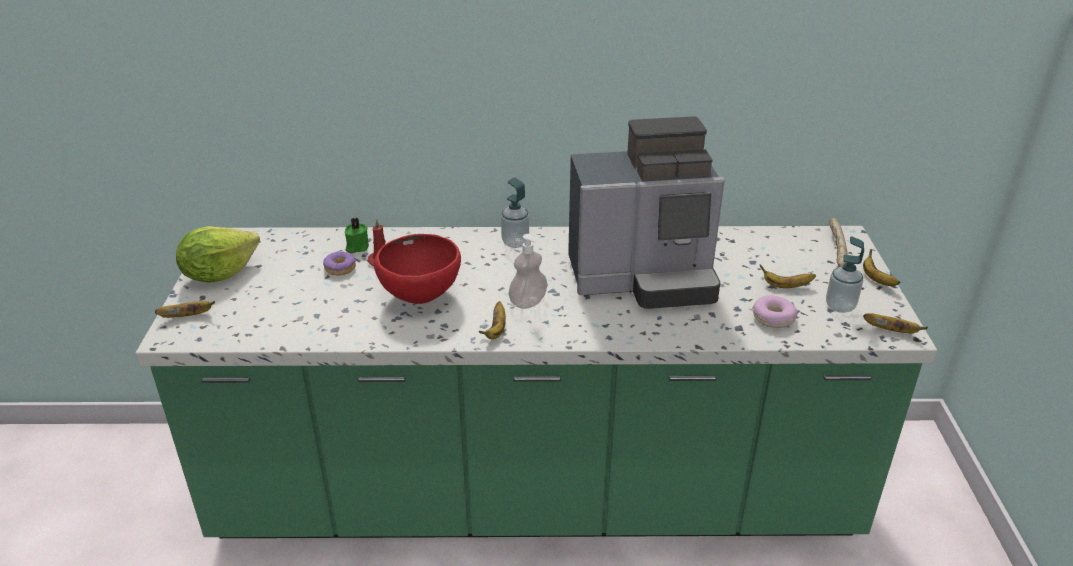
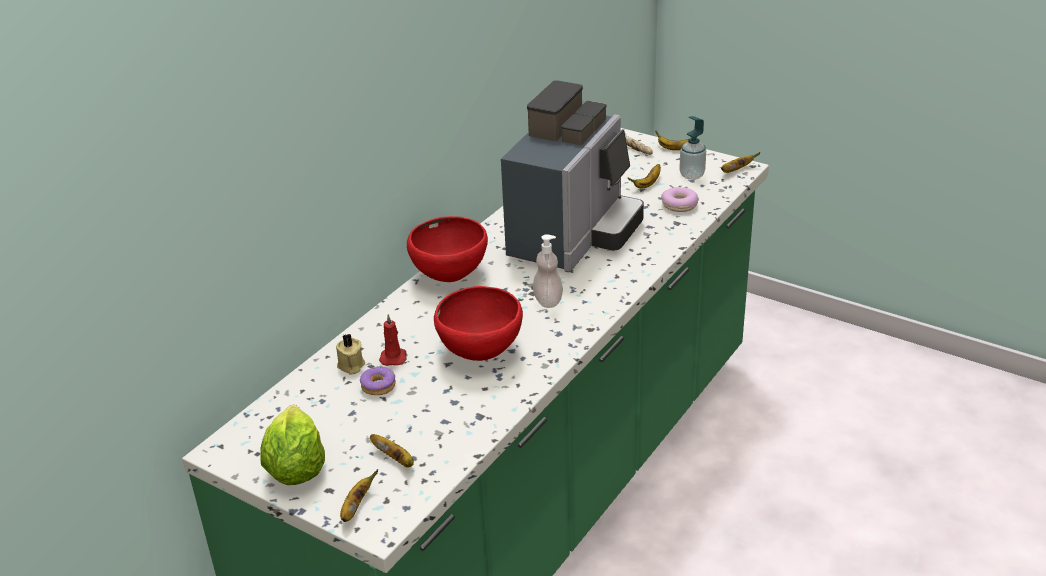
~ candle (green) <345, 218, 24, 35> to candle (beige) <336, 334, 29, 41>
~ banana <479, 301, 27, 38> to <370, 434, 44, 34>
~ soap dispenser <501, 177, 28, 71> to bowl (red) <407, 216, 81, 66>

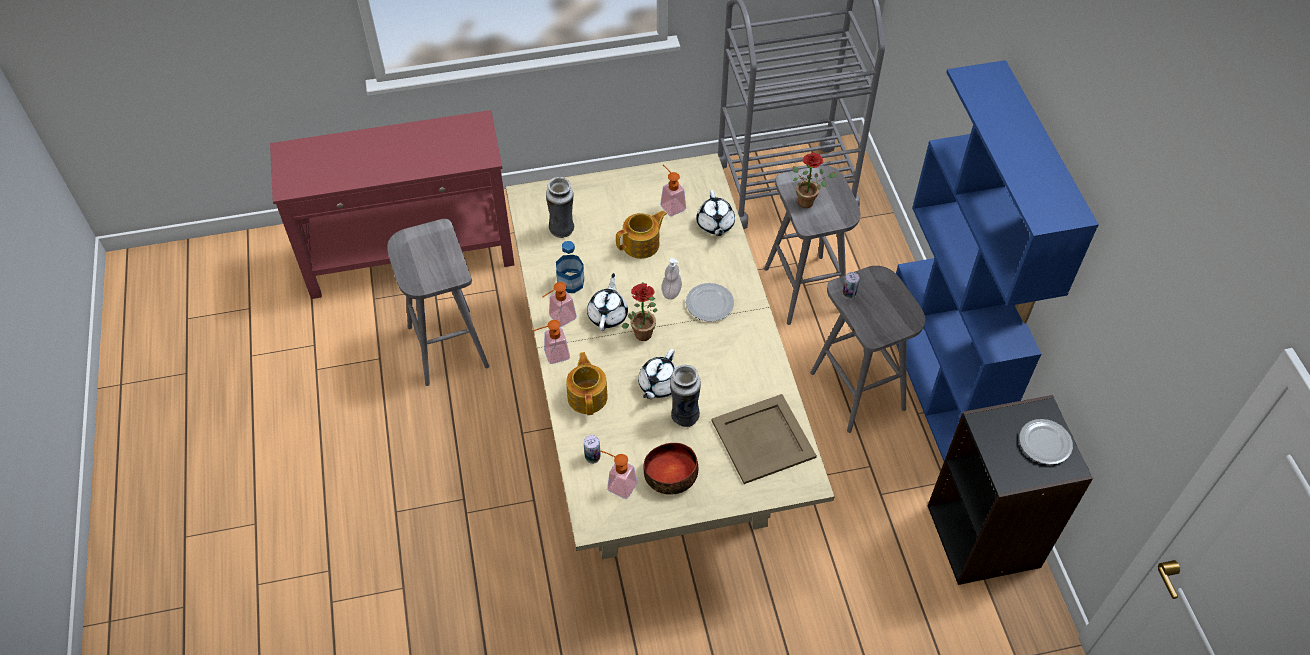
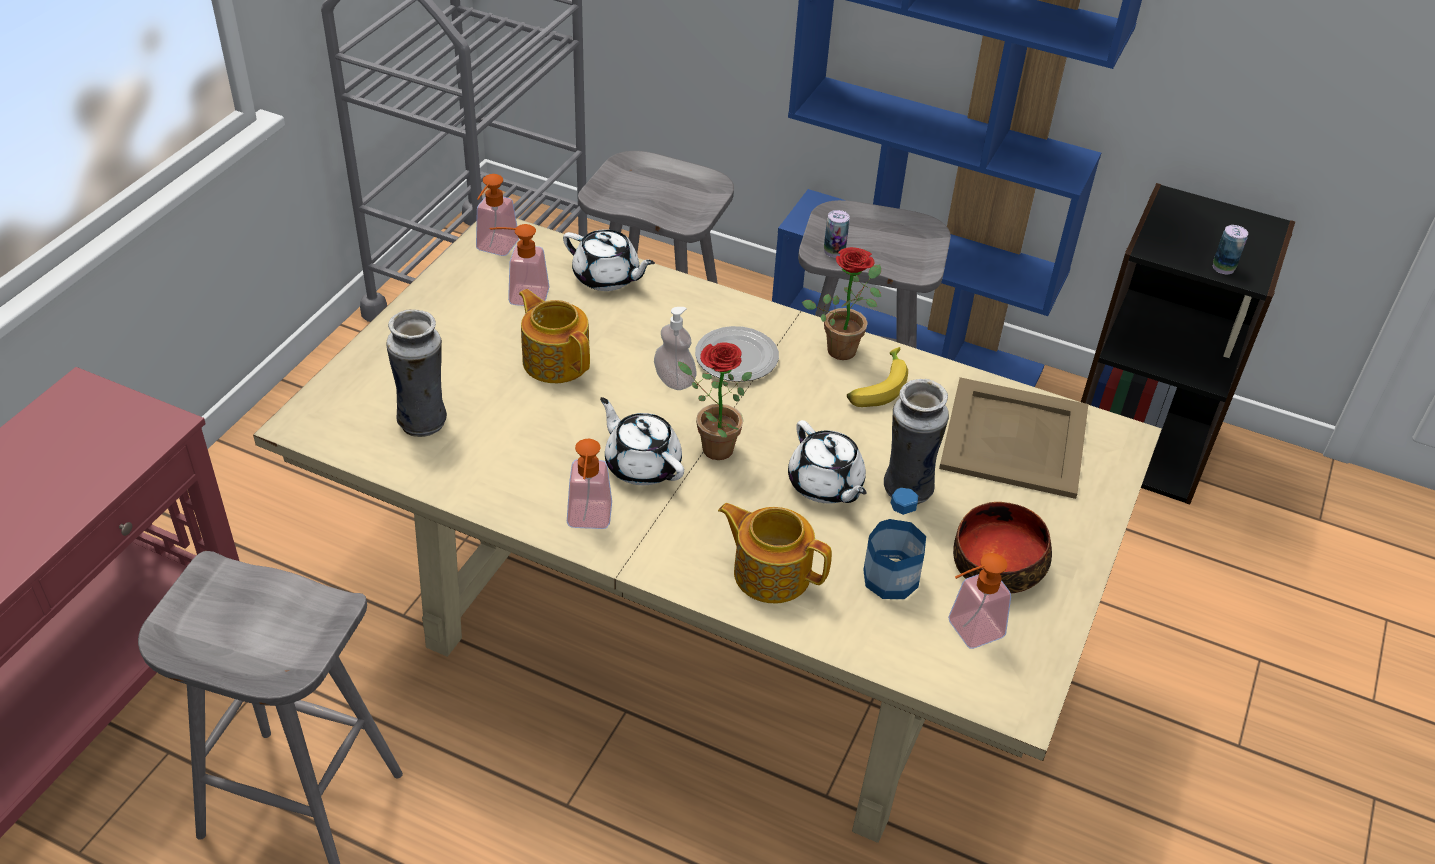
~ soap dispenser <533, 320, 37, 44> to <476, 174, 43, 82>
~ teapot <616, 211, 51, 48> = <519, 289, 71, 94> 45 degrees counterclockwise
~ potted plant <793, 153, 44, 55> to <802, 247, 79, 113>
+ banana <847, 347, 61, 60>
~ bottle <556, 241, 28, 52> to <863, 488, 63, 111>
~ can <584, 435, 17, 29> to <1213, 225, 35, 49>
- plate <1019, 419, 54, 46>

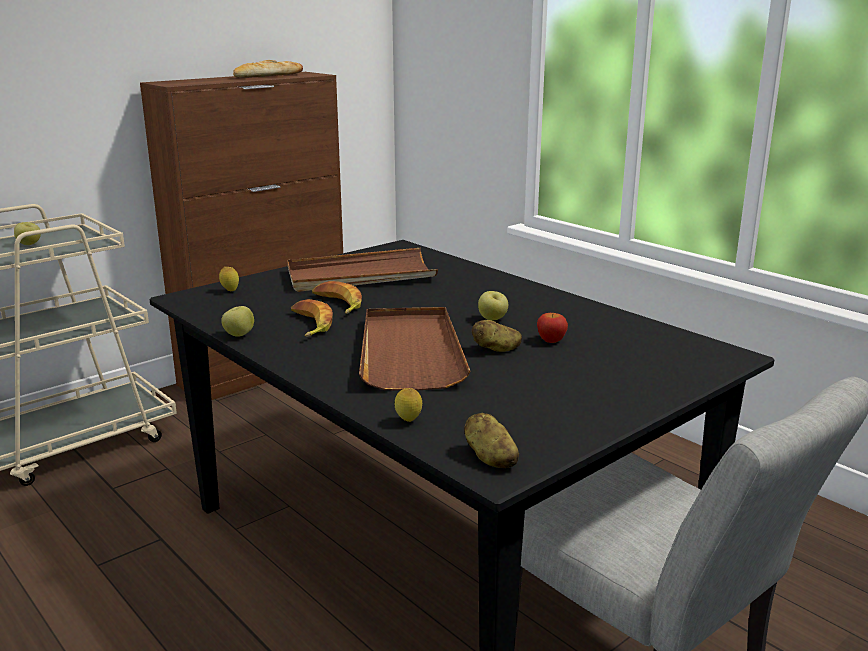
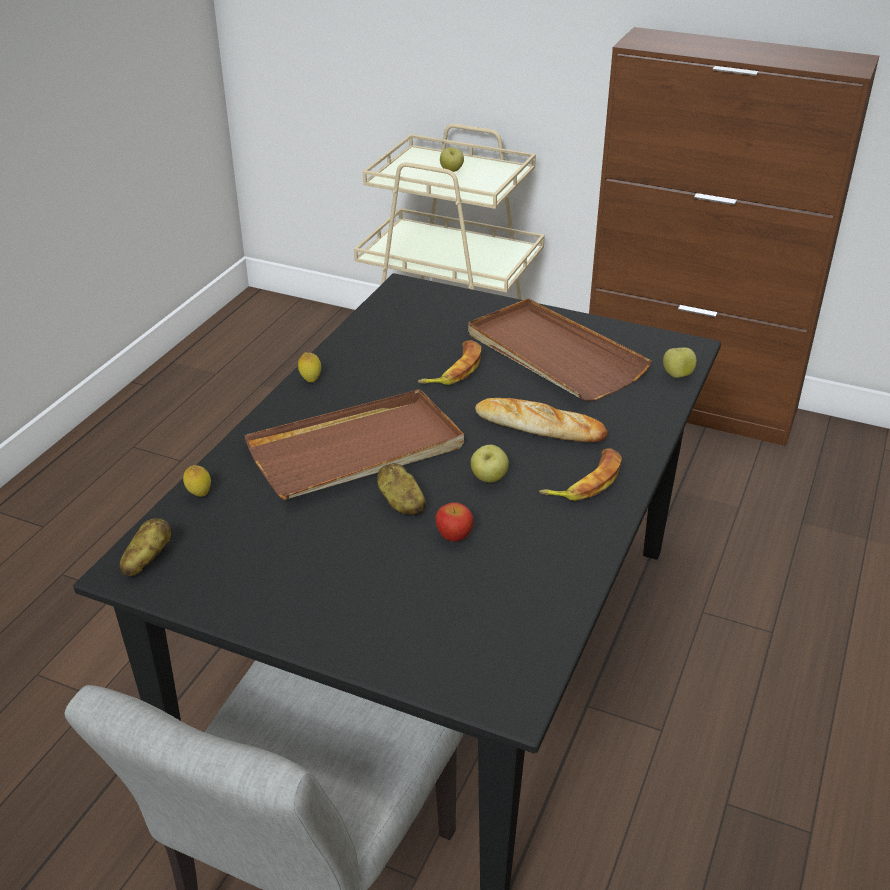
~ lemon <219, 267, 20, 24> to <298, 352, 23, 31>
~ bread <233, 60, 70, 18> to <475, 398, 133, 44>
~ banana <291, 299, 42, 38> to <539, 448, 83, 53>
~ apple <221, 306, 33, 31> to <663, 348, 34, 30>

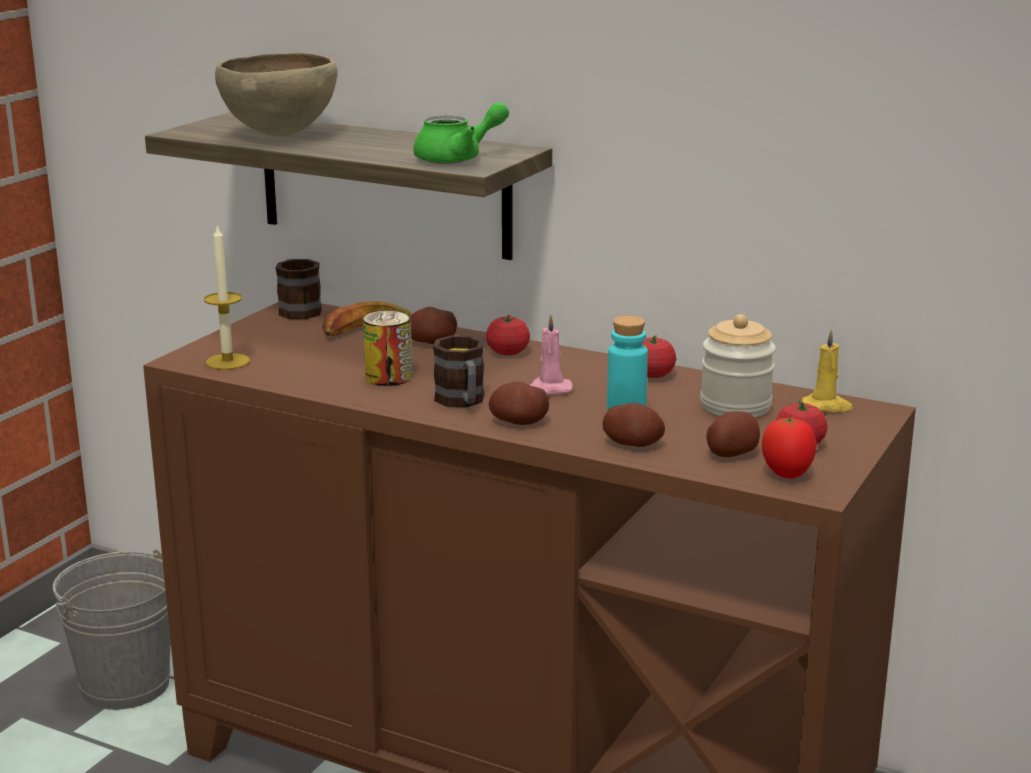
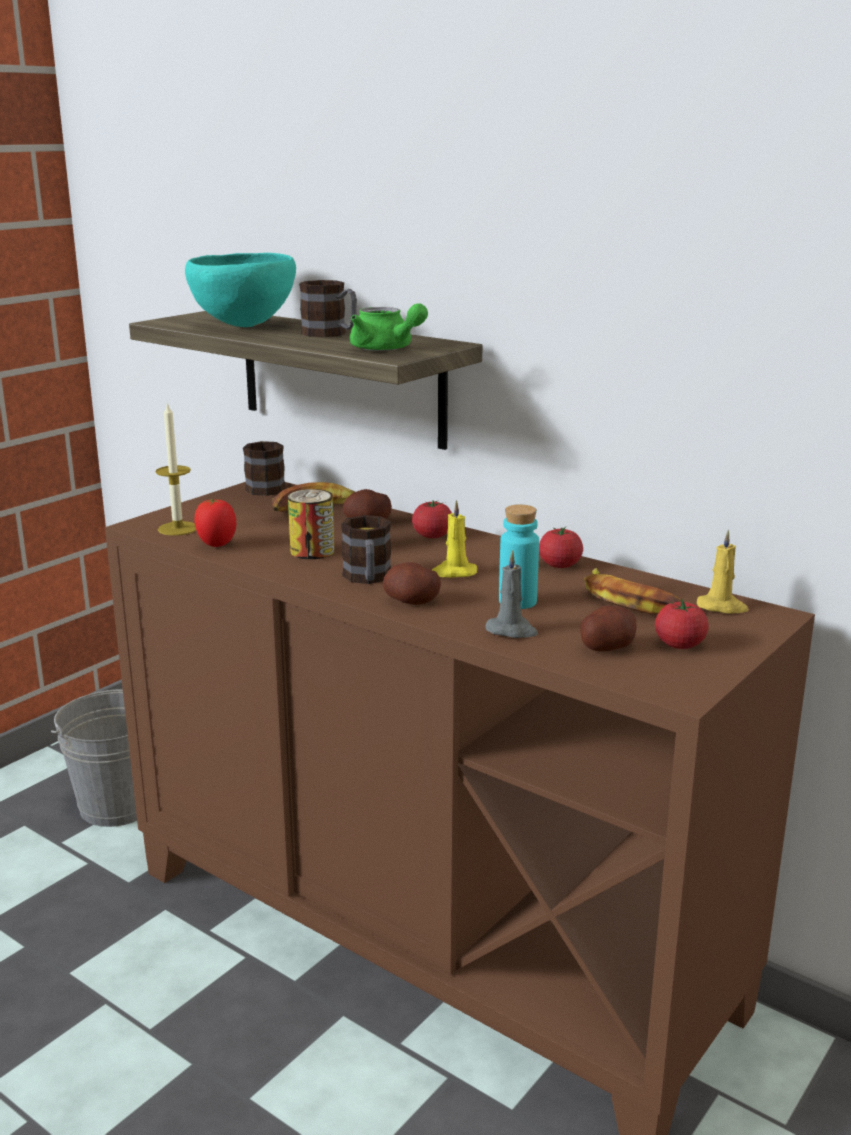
~ bowl (brown) <215, 53, 123, 83> to bowl (turquoise) <185, 253, 111, 74>
~ tomato <762, 417, 55, 62> to <194, 499, 42, 48>
+ mug <299, 280, 58, 57>
~ teapot (green) <413, 102, 96, 62> = <350, 303, 78, 48> 60 degrees clockwise
~ candle (pink) <530, 314, 43, 81> to candle (yellow) <432, 500, 45, 78>
~ potato <602, 403, 63, 44> to candle (grey) <485, 550, 53, 88>
~ jar <700, 314, 76, 103> to banana <584, 568, 97, 47>

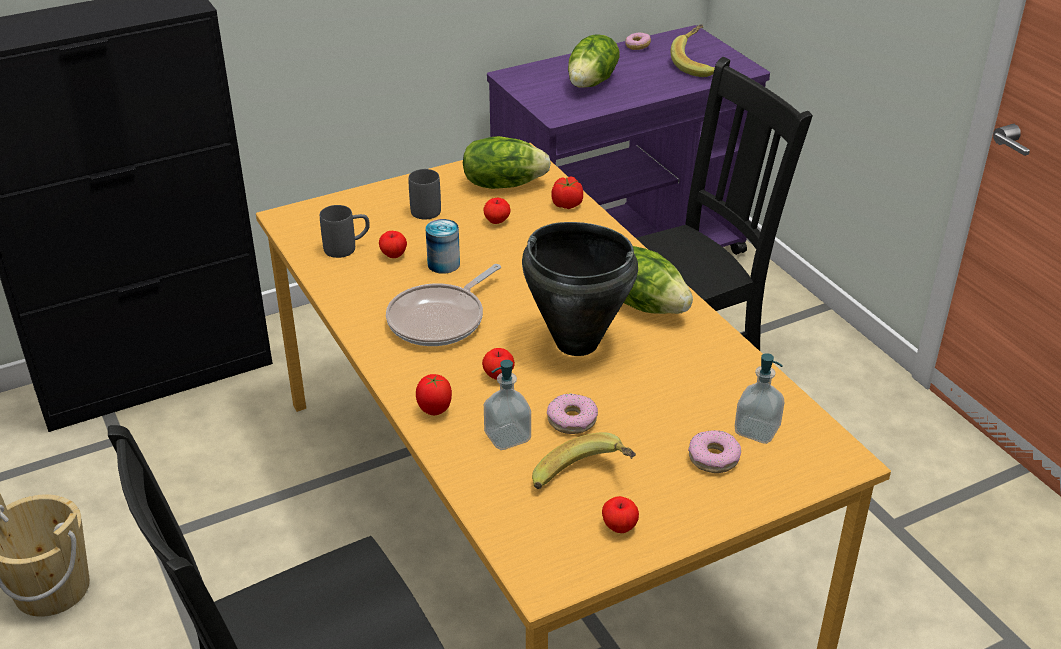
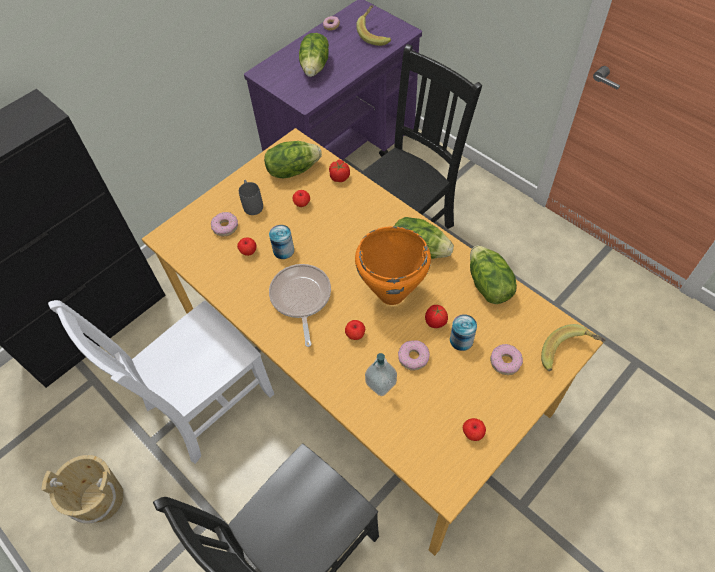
+ chair (white) <48, 300, 226, 164>
+ donut <211, 212, 27, 24>
~ frying pan <386, 264, 115, 82> = <269, 264, 62, 83> 150 degrees clockwise
~ cooking pot (black) <522, 222, 116, 134> to cooking pot (orange) <355, 226, 76, 79>
~ tomato <416, 374, 36, 41> to <425, 305, 23, 23>
+ can <450, 314, 27, 37>
+ lettuce <470, 245, 47, 59>
~ banana <532, 433, 104, 56> to <541, 324, 64, 47>
- mug (grey) <320, 205, 50, 53>
- soap dispenser <735, 353, 49, 91>

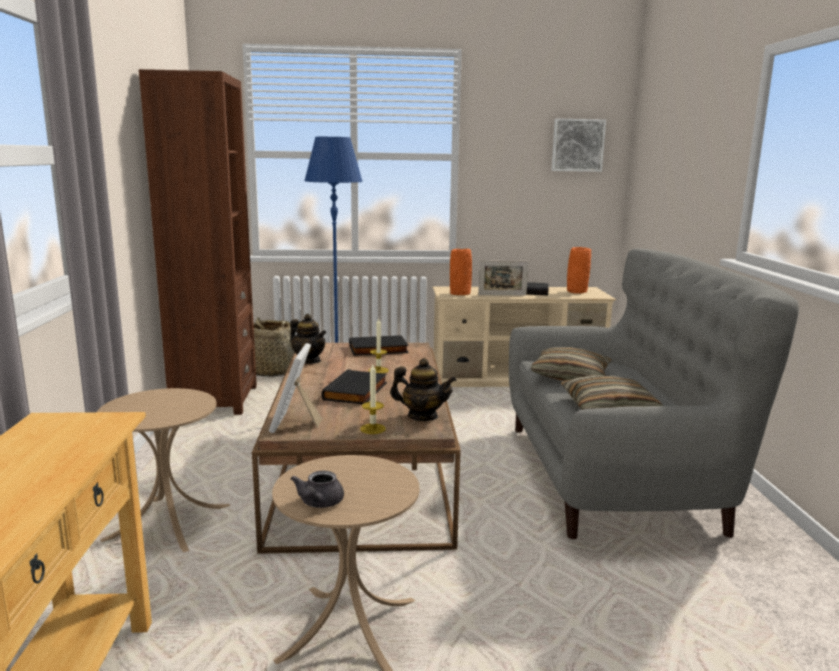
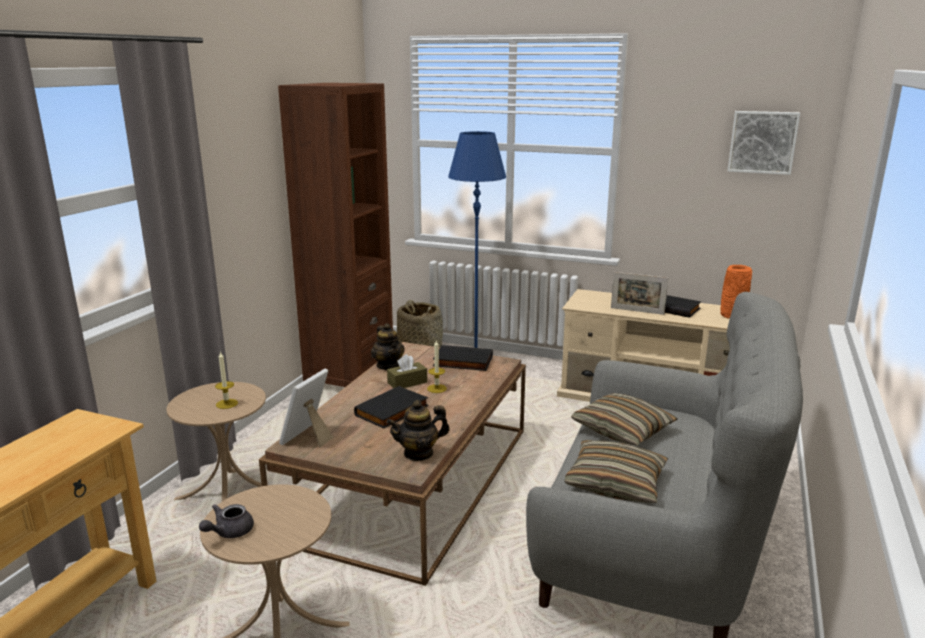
~ candle <360, 364, 26, 70> to <215, 351, 23, 58>
~ teapot <390, 358, 66, 63> = <386, 400, 64, 61> 120 degrees clockwise
+ tissue box (brown) <387, 354, 40, 34>
- vase (orange) <450, 249, 22, 46>

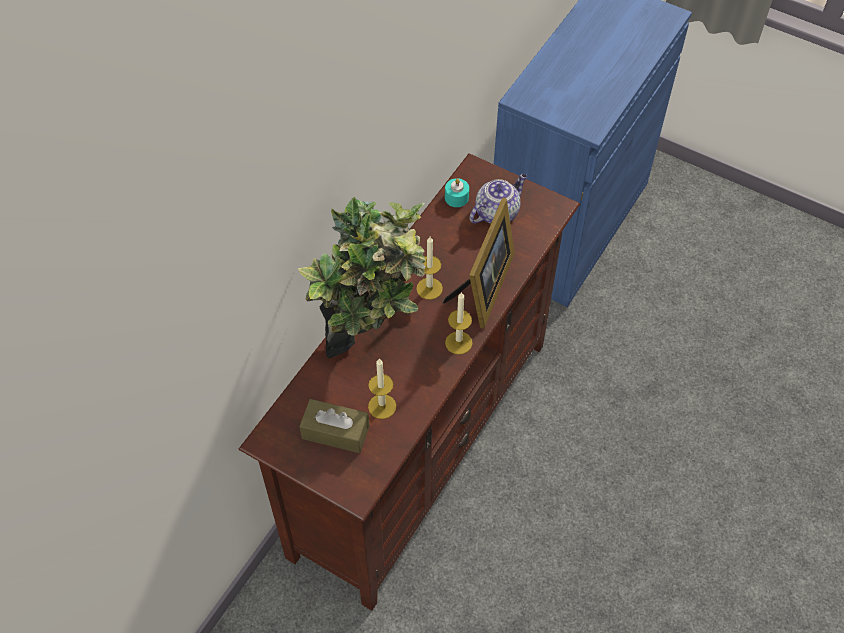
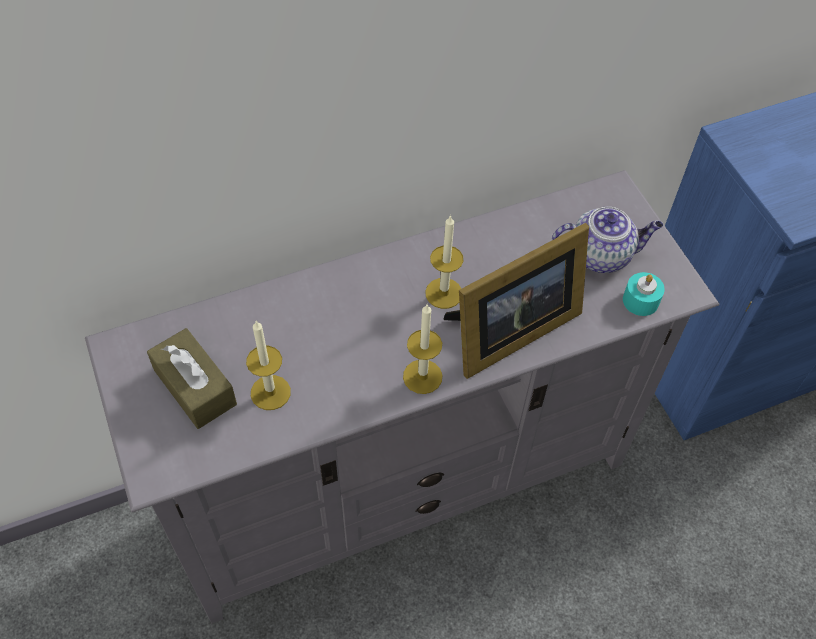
~ tv stand (brown) <239, 153, 341, 458> to tv stand (grey) <85, 170, 635, 453>
~ candle (turquoise) <445, 178, 24, 29> to <623, 272, 42, 44>
- potted plant <298, 197, 128, 161>

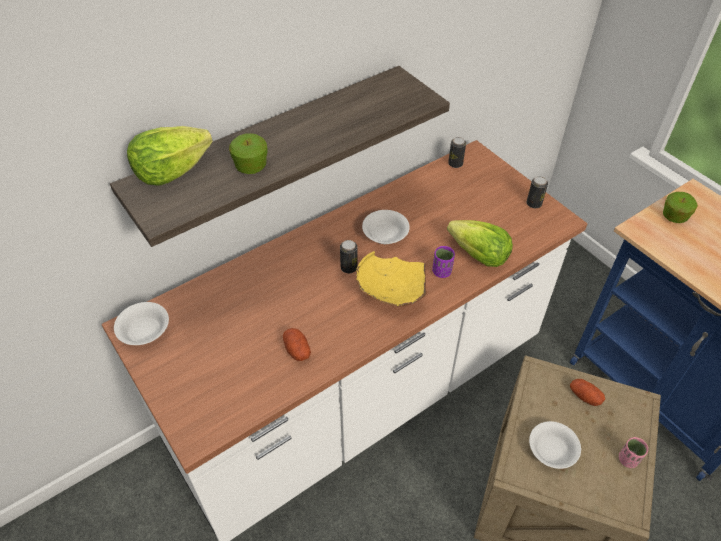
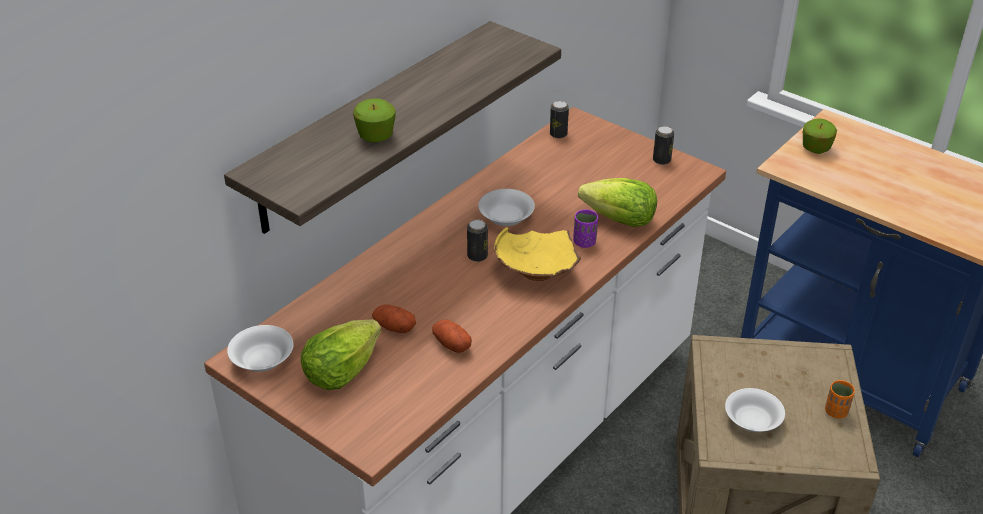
~ lettuce <127, 126, 86, 60> to <301, 319, 80, 71>
~ potato <570, 379, 35, 27> to <372, 304, 44, 29>
~ cup (pink) <619, 437, 29, 31> to cup (orange) <825, 380, 30, 39>

